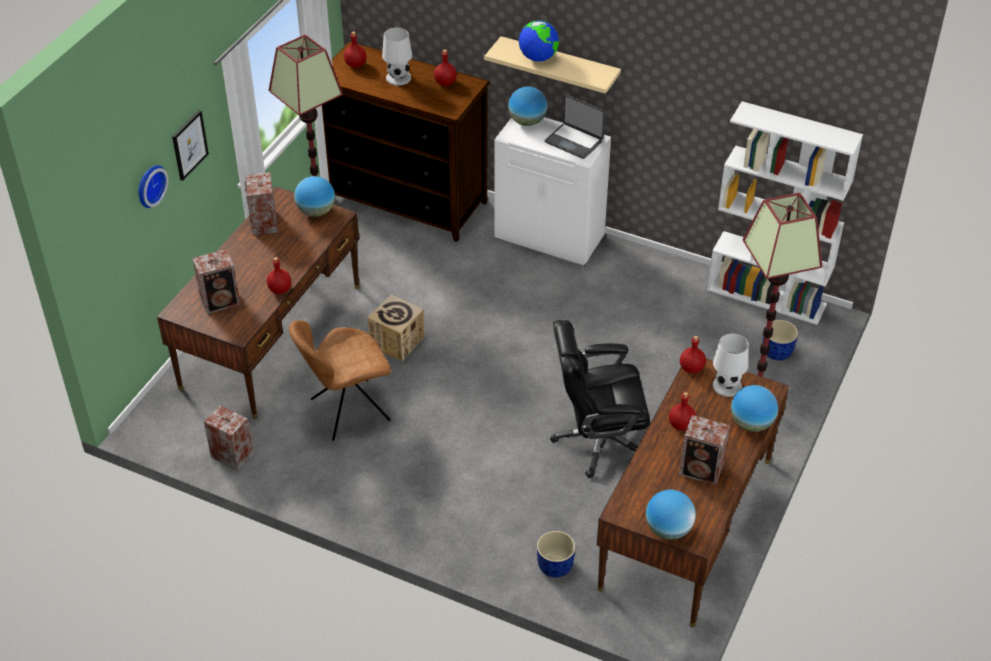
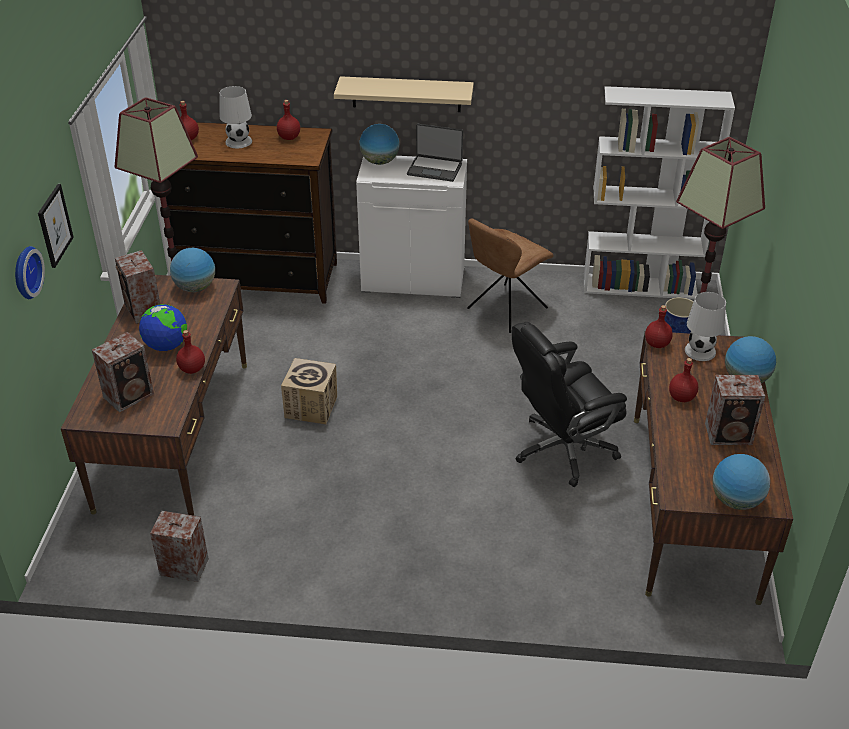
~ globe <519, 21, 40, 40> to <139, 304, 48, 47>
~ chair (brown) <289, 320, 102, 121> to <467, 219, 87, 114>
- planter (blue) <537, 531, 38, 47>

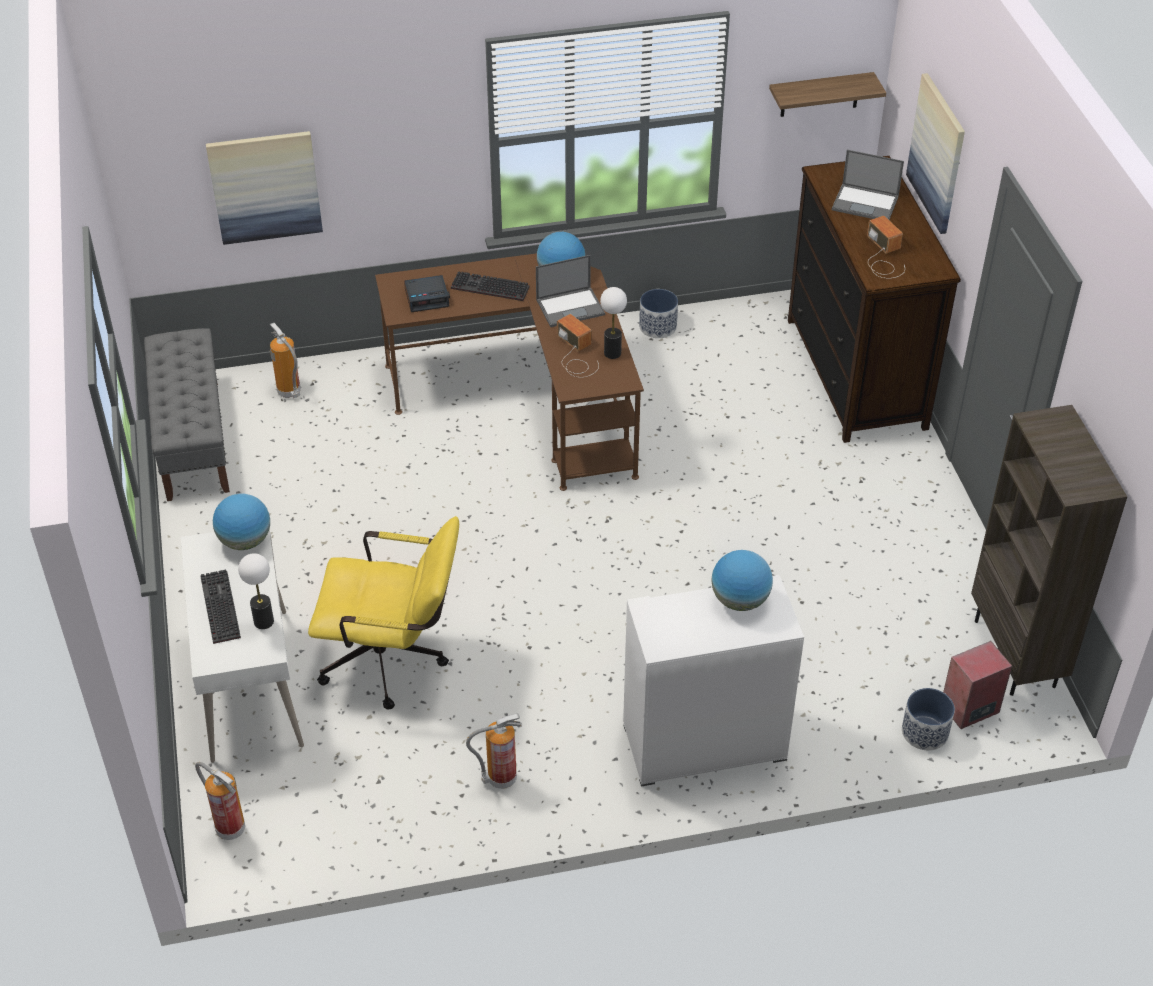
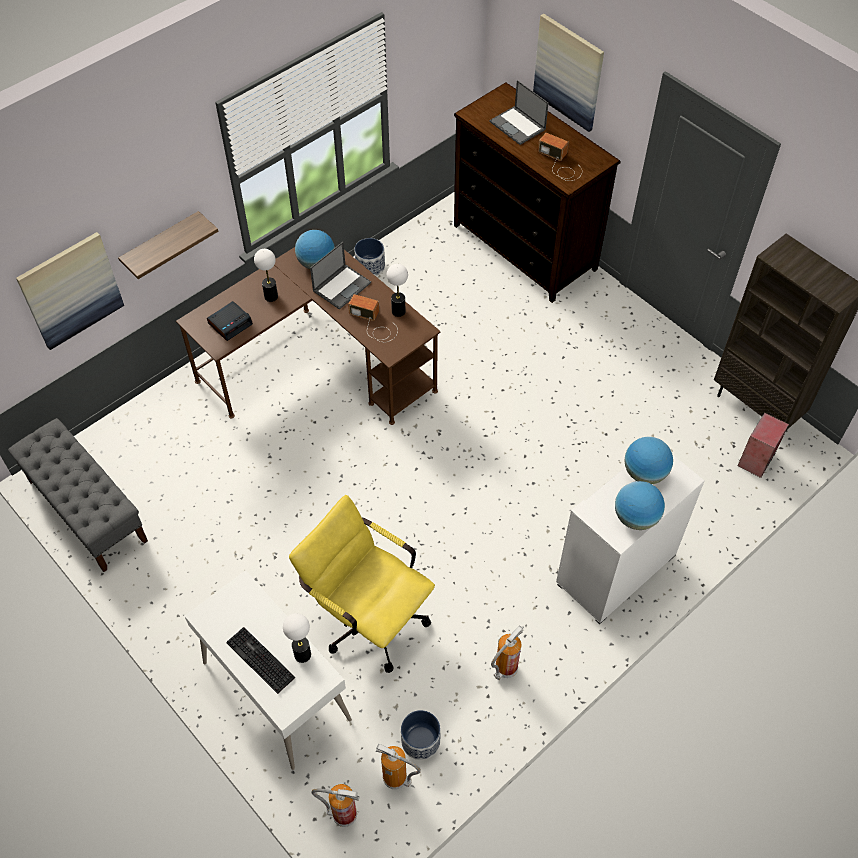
~ shelf <769, 72, 117, 45> to <118, 211, 100, 68>
~ keyboard <451, 271, 79, 30> to table lamp <254, 249, 24, 53>
~ office chair (yellow) <308, 516, 151, 193> = <289, 495, 146, 178> 120 degrees counterclockwise
~ fire extinguisher <270, 323, 31, 75> to <376, 743, 45, 46>
~ planter <902, 688, 53, 62> to <401, 710, 40, 50>
~ laptop <832, 150, 72, 70> = <490, 80, 59, 65> 60 degrees clockwise
~ globe <213, 493, 57, 57> to <615, 481, 50, 49>

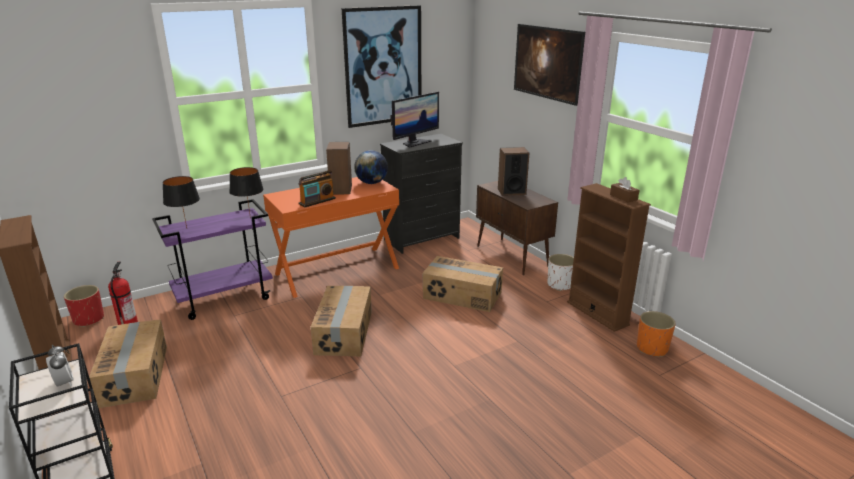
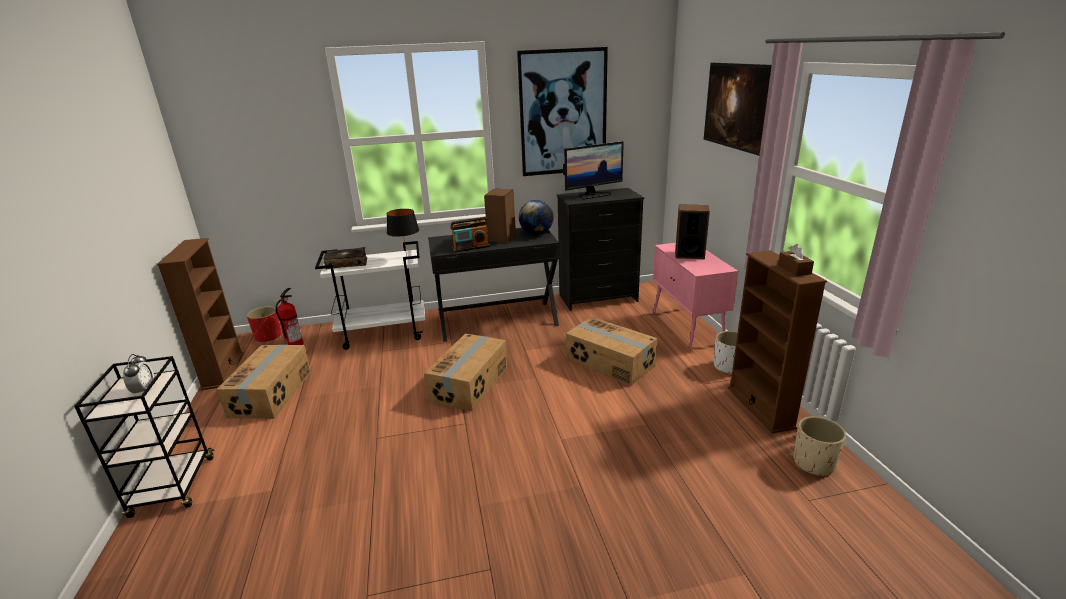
~ cart (purple) <152, 199, 121, 121> to cart (white) <315, 241, 110, 109>
~ table lamp (black) <162, 176, 38, 52> to book <324, 247, 43, 22>
~ desk (orange) <263, 177, 136, 121> to desk (black) <428, 228, 132, 114>
~ cabinet (brown) <476, 181, 82, 94> to cabinet (pink) <653, 243, 85, 107>
~ planter (orange) <637, 311, 39, 46> to planter (beige) <794, 416, 52, 61>

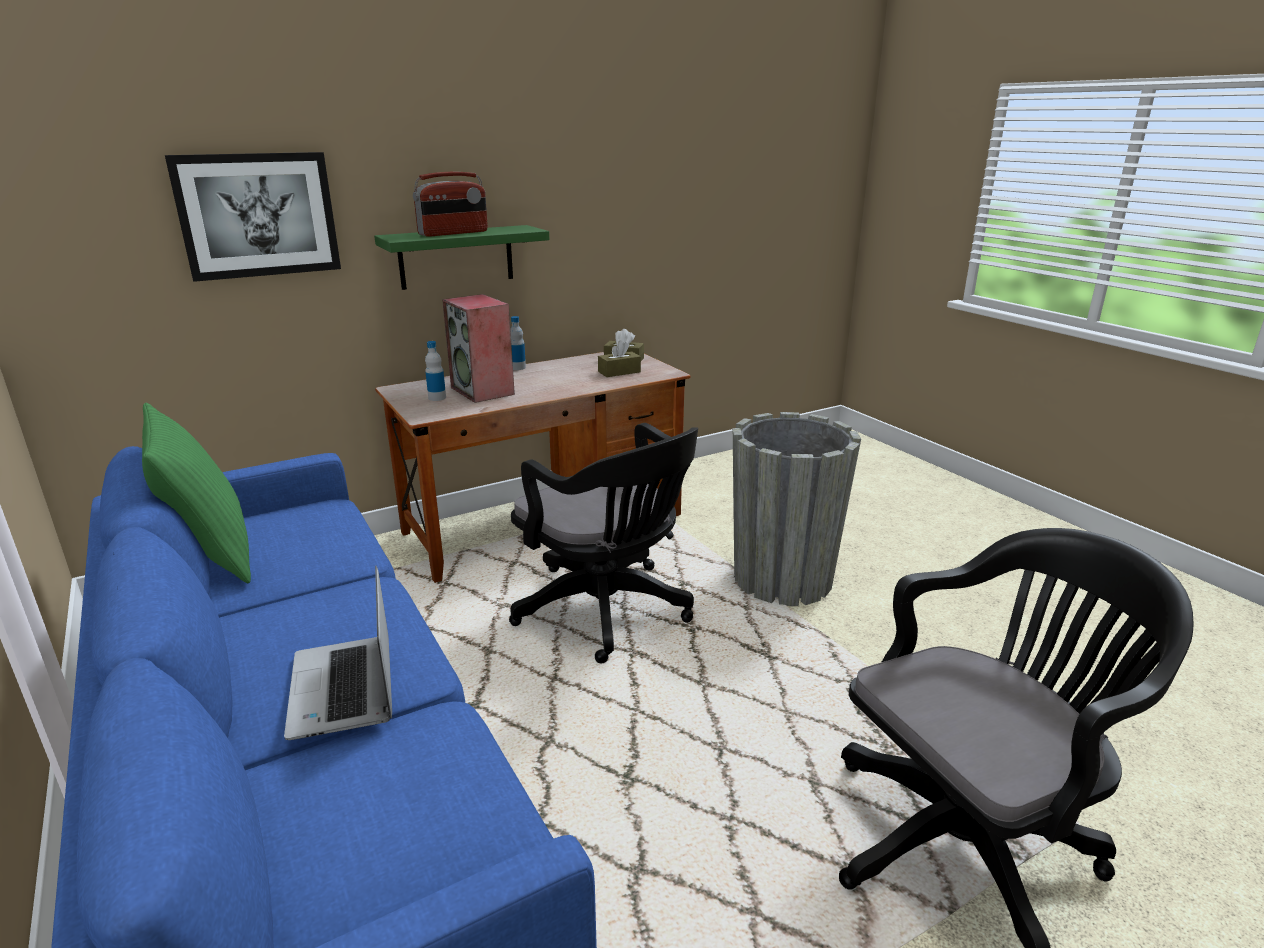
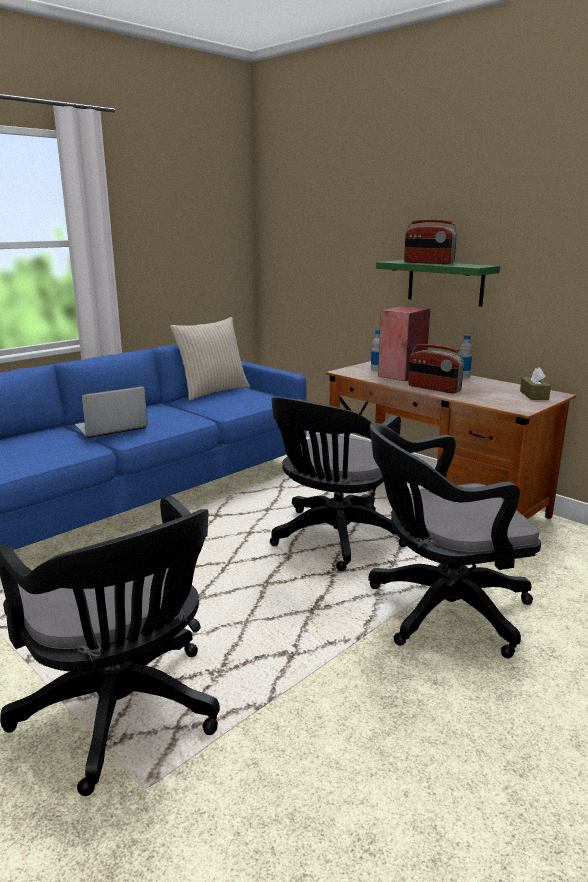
~ pillow (green) <142, 403, 109, 180> to pillow (beige) <170, 317, 80, 83>
~ planter (grey) <733, 412, 128, 194> to office chair (black) <368, 423, 173, 235>
+ radio <408, 344, 56, 50>
- picture <165, 152, 176, 130>
- tissue box (brown) <598, 340, 43, 37>

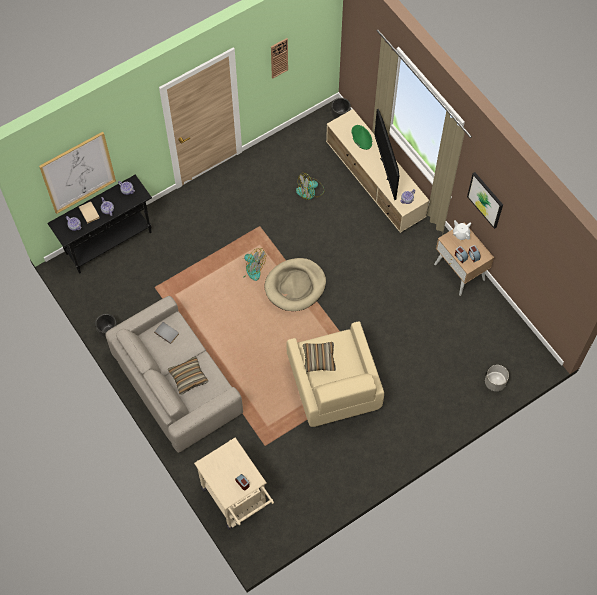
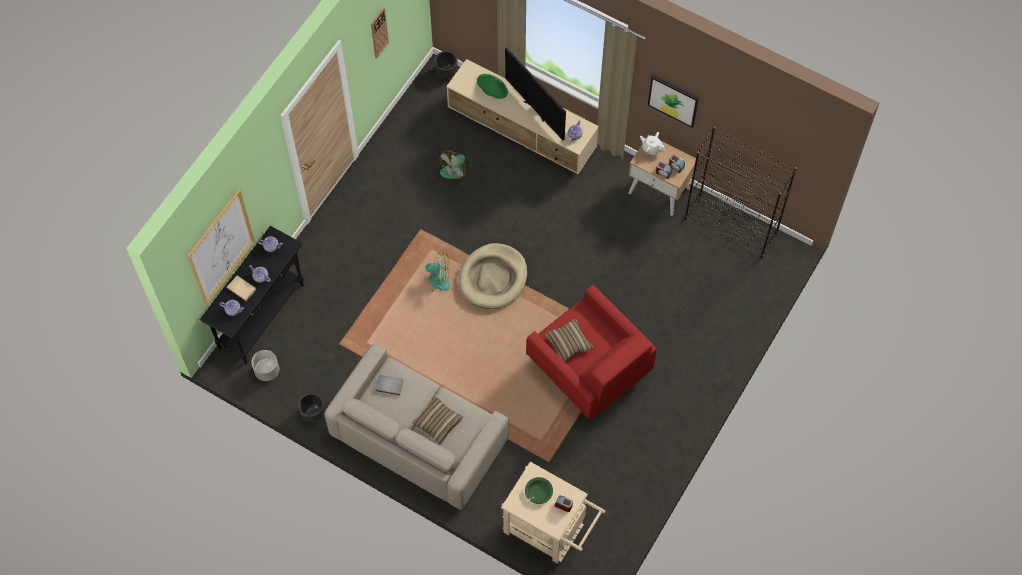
~ planter (grey) <485, 365, 24, 26> to <251, 350, 28, 31>
+ bowl (green) <525, 477, 28, 27>
~ armchair (beige) <287, 321, 97, 106> to armchair (red) <526, 285, 131, 134>
+ bookcase (black) <685, 126, 112, 133>

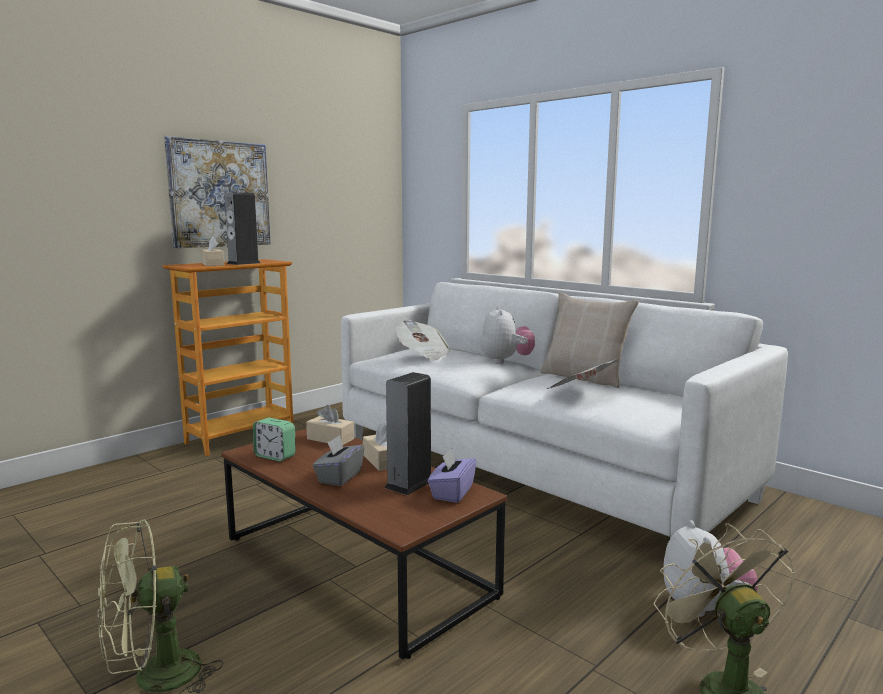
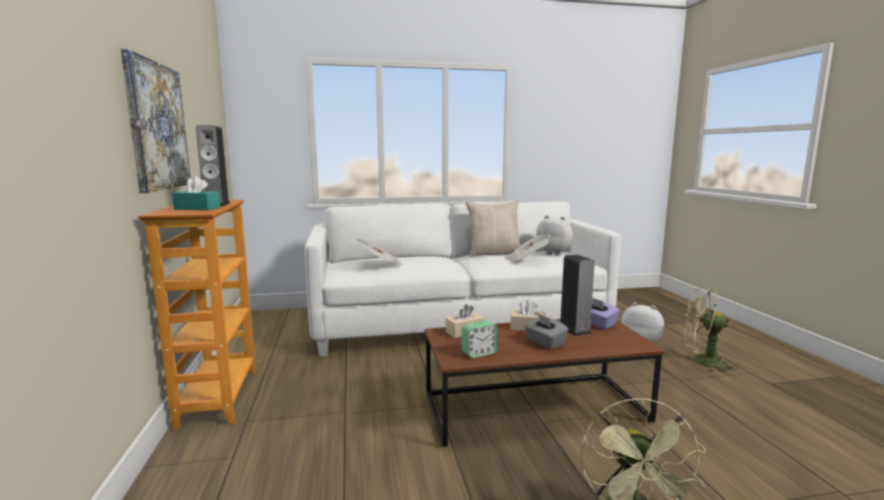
~ tissue box (beige) <201, 237, 23, 29> to tissue box (turquoise) <172, 176, 49, 34>
~ plush toy <481, 306, 54, 58> to <536, 215, 38, 41>

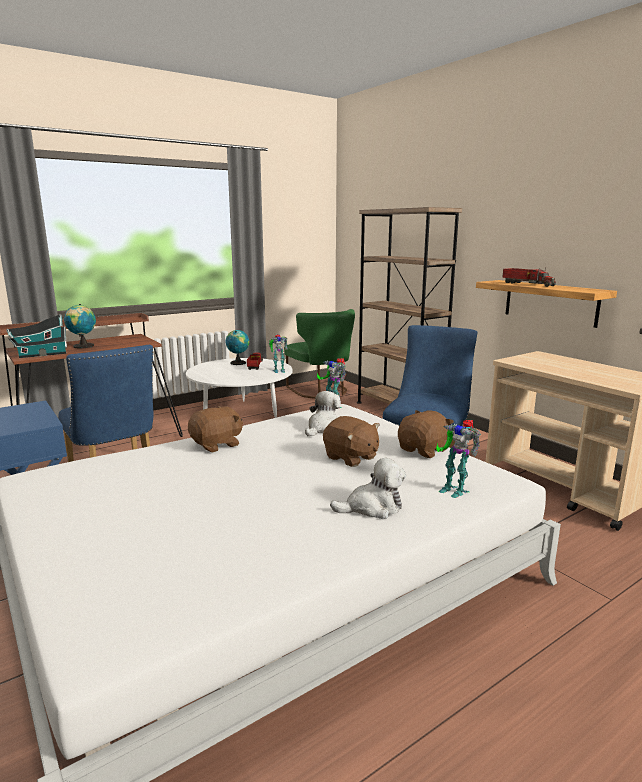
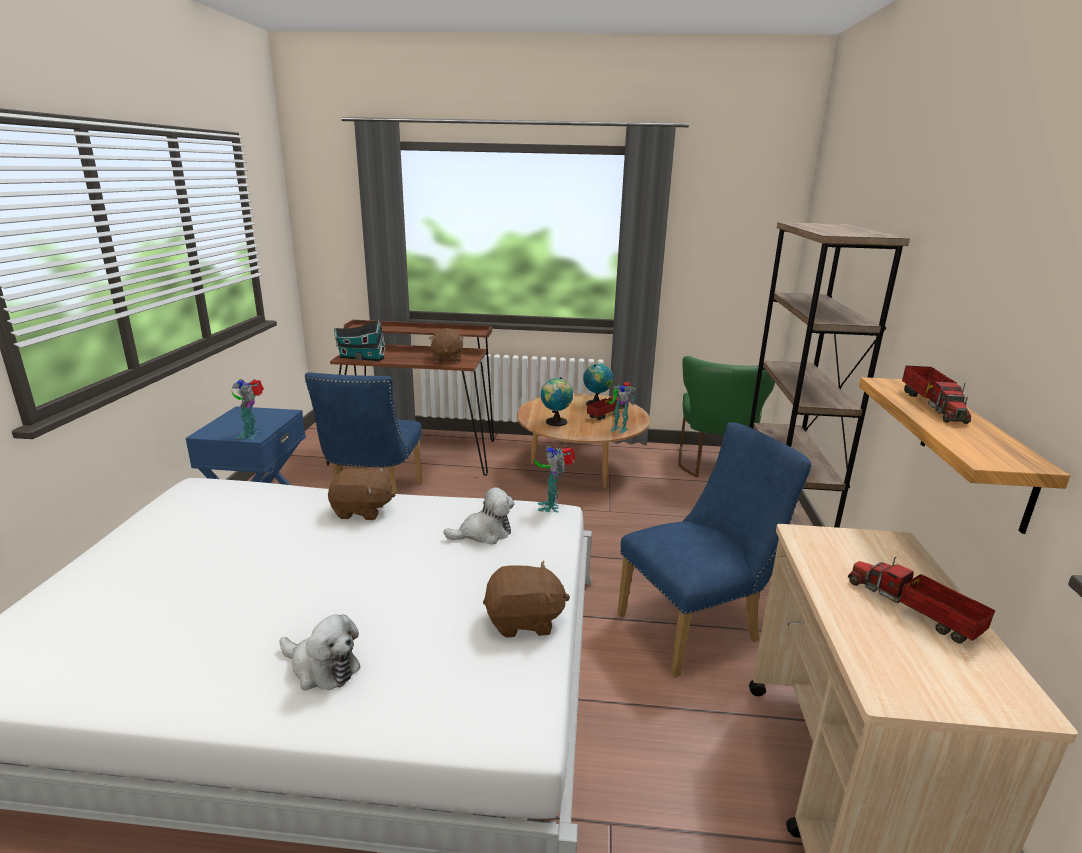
~ toy robot <436, 419, 45, 79> to <232, 379, 32, 60>
~ plush toy (brown) <323, 416, 57, 51> to <429, 328, 35, 34>
~ coffee table (white) <186, 358, 107, 60> to coffee table (brown) <517, 393, 133, 95>
~ globe <64, 304, 32, 44> to <541, 377, 32, 49>
+ toy truck <848, 557, 147, 87>

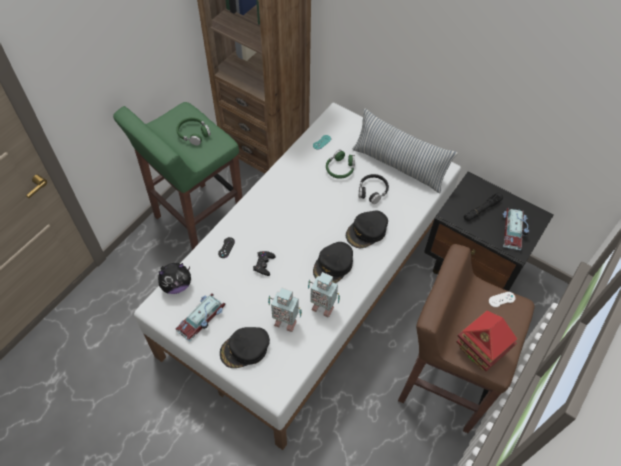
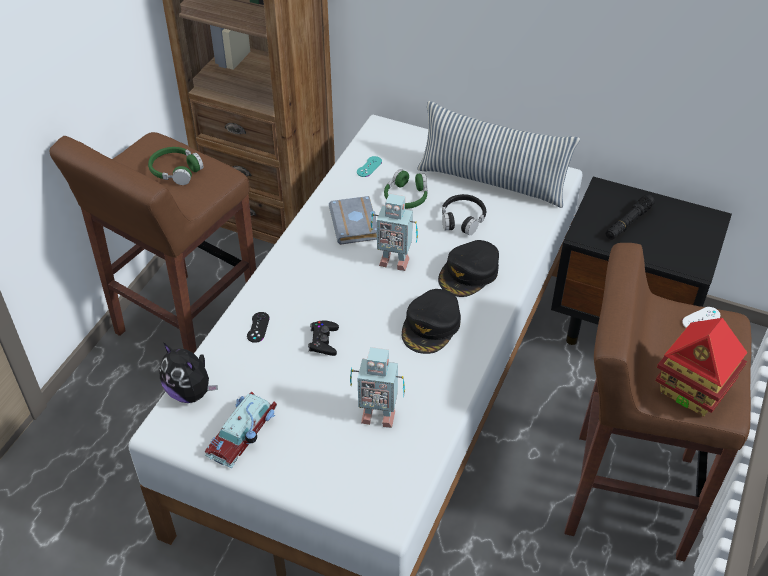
~ stool (green) <113, 102, 129, 148> to stool (brown) <49, 132, 207, 221>
~ plush toy <158, 263, 33, 31> = <159, 343, 59, 60> 75 degrees clockwise
+ book (grey) <329, 196, 48, 49>
~ toy robot <308, 272, 32, 46> to <371, 193, 47, 78>
- cap (black) <220, 327, 50, 41>
- toy car <503, 208, 26, 42>

